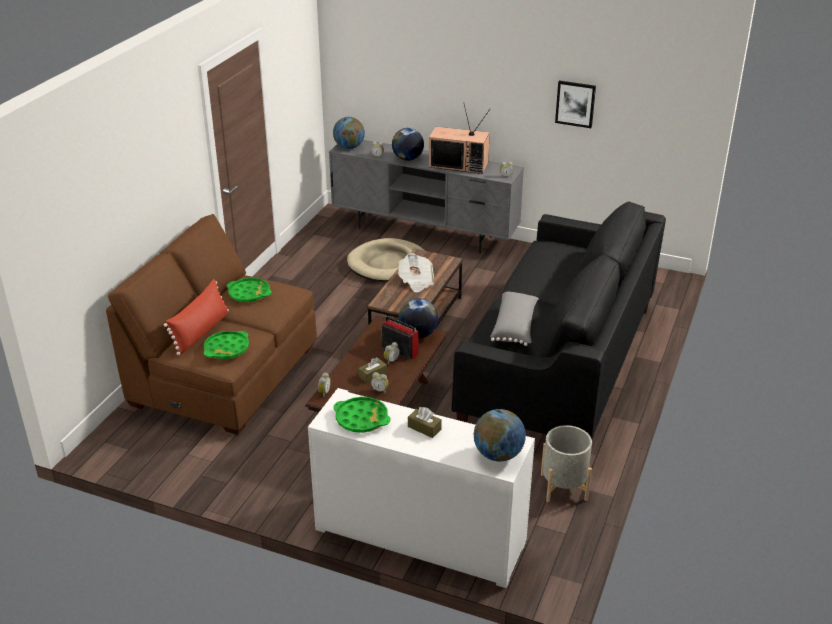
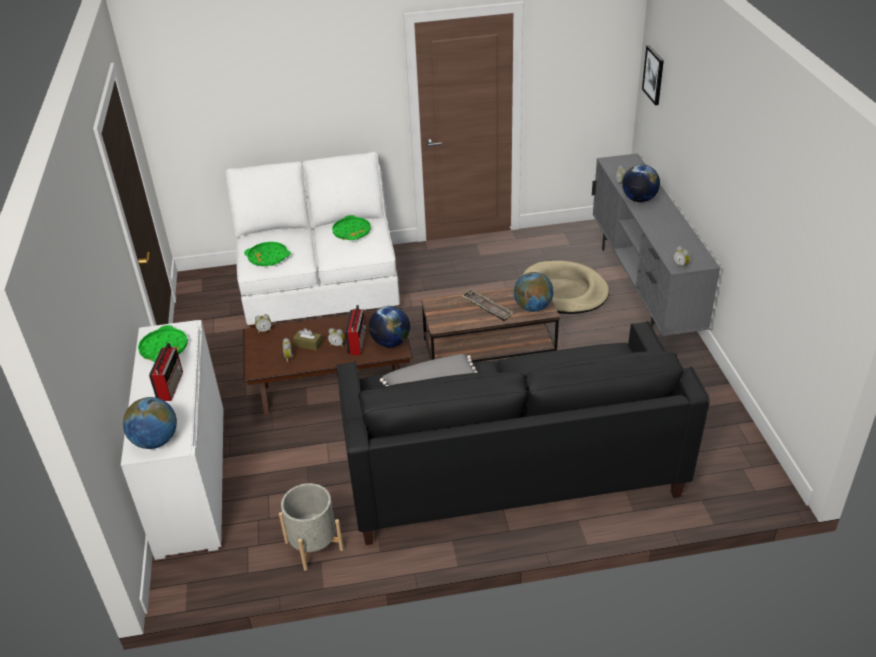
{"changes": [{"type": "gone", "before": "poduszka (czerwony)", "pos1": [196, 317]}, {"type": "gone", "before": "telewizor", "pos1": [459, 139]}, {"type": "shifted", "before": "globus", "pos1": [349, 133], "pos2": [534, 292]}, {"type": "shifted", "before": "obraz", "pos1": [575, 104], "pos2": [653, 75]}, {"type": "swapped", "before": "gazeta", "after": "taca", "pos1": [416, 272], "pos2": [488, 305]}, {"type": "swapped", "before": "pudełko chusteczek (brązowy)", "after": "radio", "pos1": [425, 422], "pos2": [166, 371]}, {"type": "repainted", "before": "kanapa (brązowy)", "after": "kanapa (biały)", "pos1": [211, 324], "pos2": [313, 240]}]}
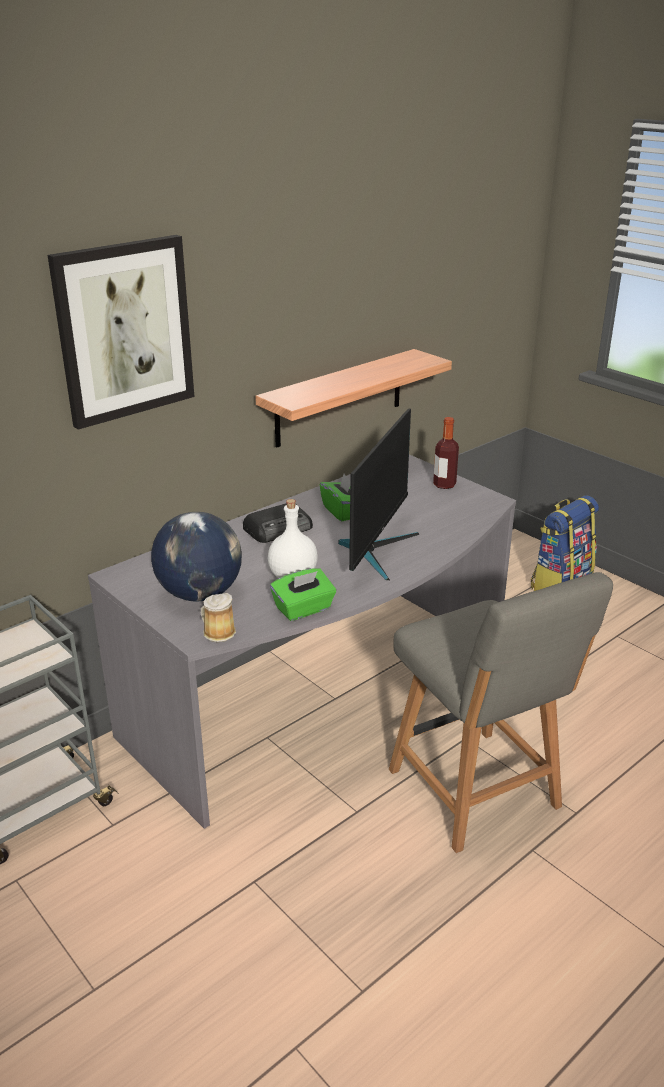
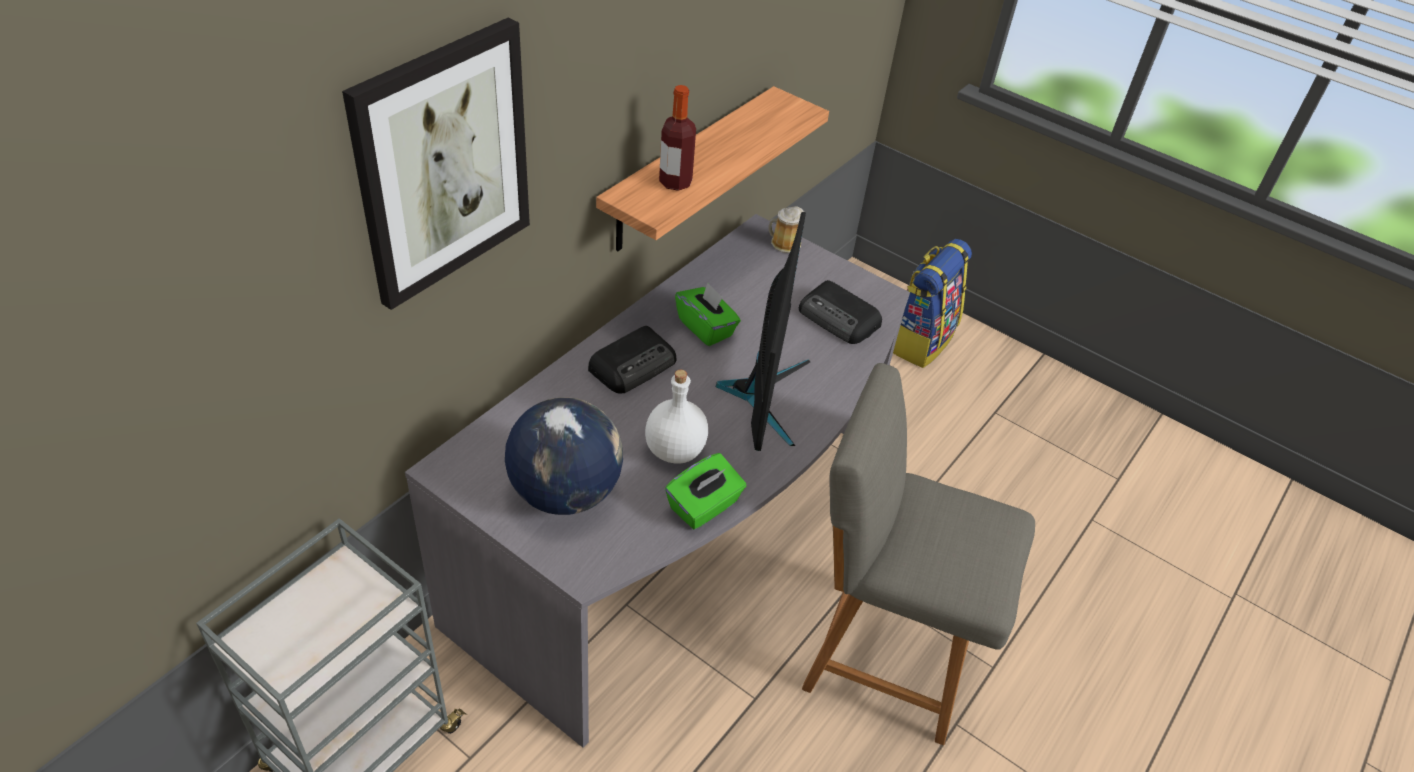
{"changes": [{"type": "new", "after": "radio", "pos2": [840, 312]}, {"type": "shifted", "before": "kubek", "pos1": [218, 617], "pos2": [786, 229]}, {"type": "shifted", "before": "butelka", "pos1": [446, 453], "pos2": [677, 138]}, {"type": "rotated", "before": "krzesło (szary)", "pos1": [501, 712], "pos2": [918, 554], "turn": 150}]}
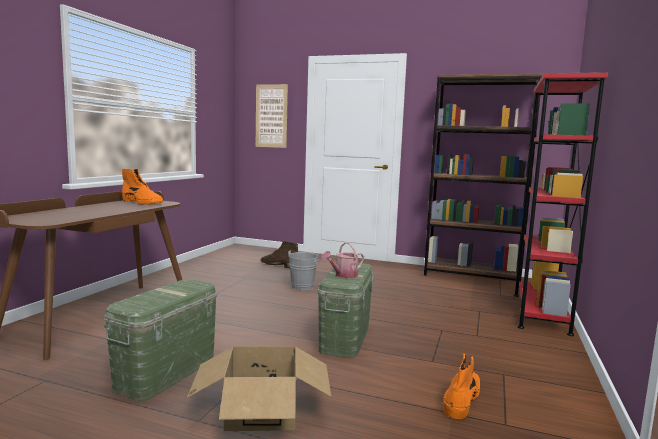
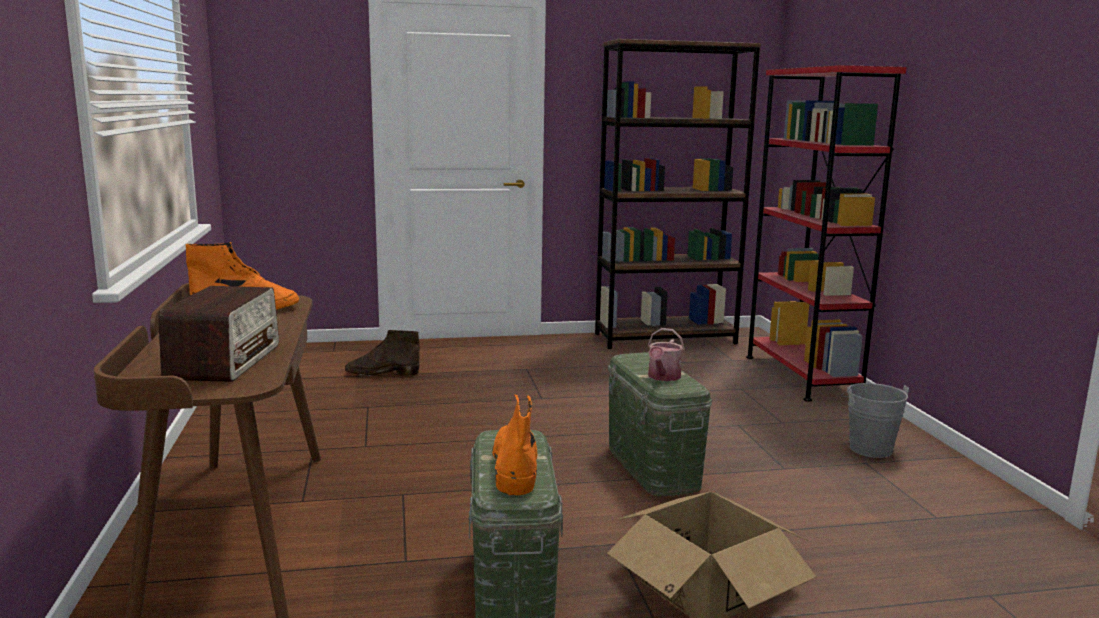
{"changes": [{"type": "gone", "before": "obraz", "pos1": [272, 116]}, {"type": "new", "after": "radio", "pos2": [218, 334]}, {"type": "shifted", "before": "wiadro (szary)", "pos1": [304, 270], "pos2": [875, 420]}, {"type": "shifted", "before": "but z cholewką (pomarańczowy)", "pos1": [461, 386], "pos2": [514, 445]}]}
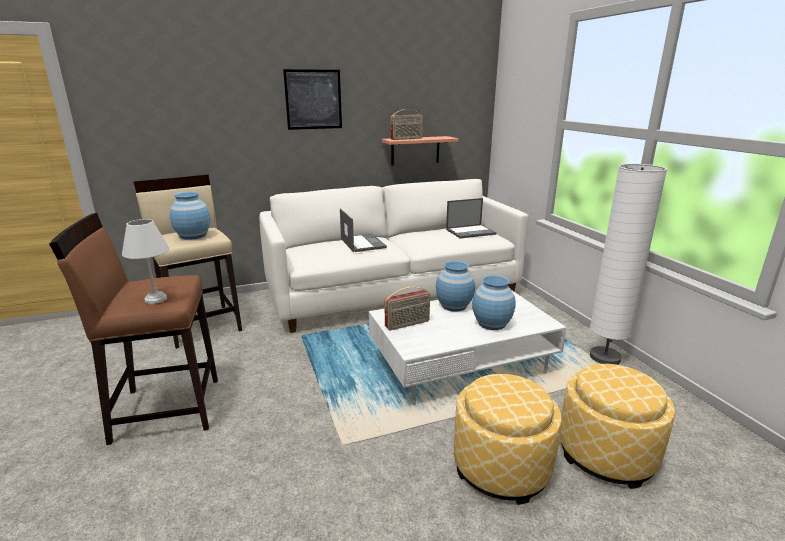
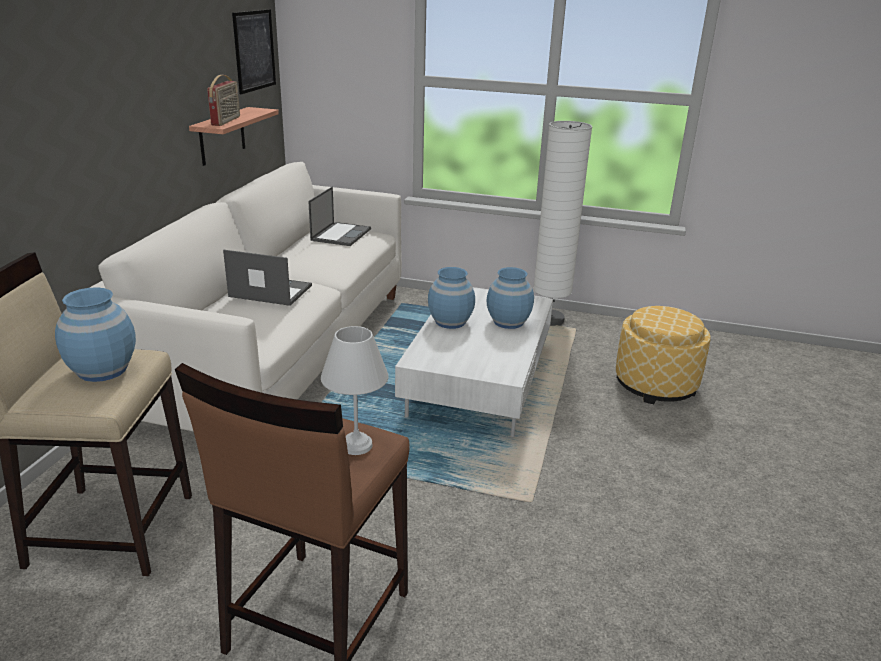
{"changes": [{"type": "gone", "before": "radio", "pos1": [407, 308]}, {"type": "gone", "before": "pufa", "pos1": [508, 439]}, {"type": "shifted", "before": "obraz", "pos1": [312, 99], "pos2": [254, 51]}]}
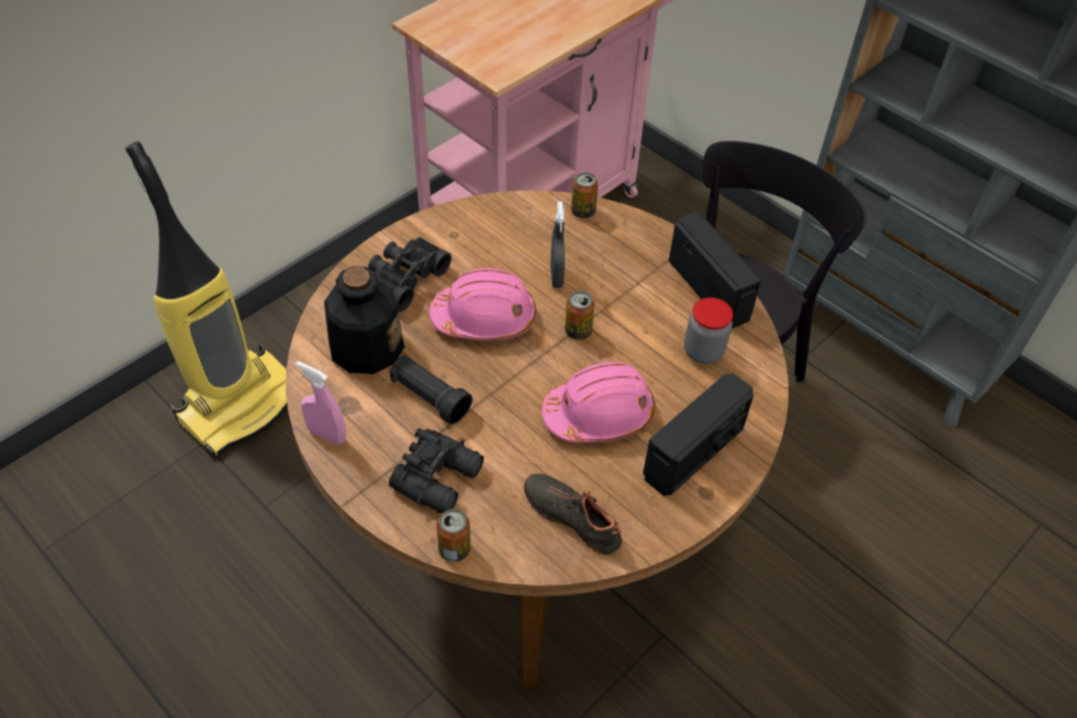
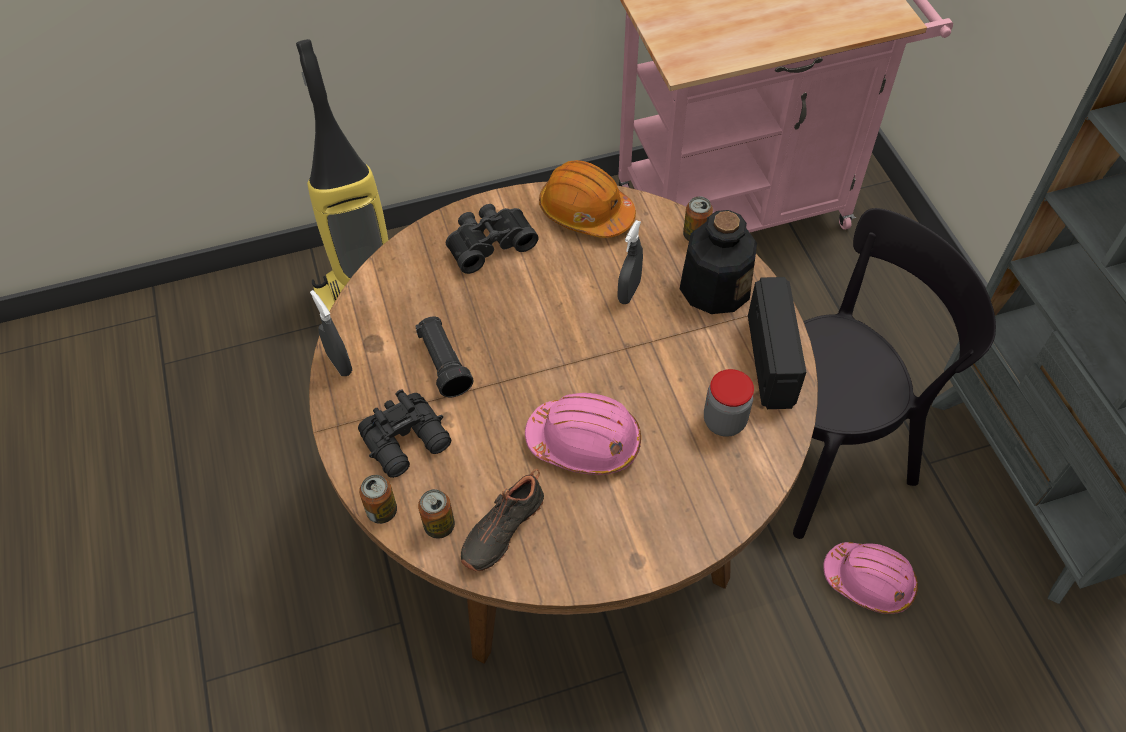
{"changes": [{"type": "gone", "before": "radio", "pos1": [698, 434]}, {"type": "new", "after": "kask (pomarańczowy)", "pos2": [587, 199]}, {"type": "shifted", "before": "butelka", "pos1": [364, 320], "pos2": [718, 262]}, {"type": "shifted", "before": "kask (różowy)", "pos1": [482, 304], "pos2": [870, 578]}, {"type": "shifted", "before": "puszka", "pos1": [580, 315], "pos2": [436, 514]}, {"type": "repainted", "before": "spryskiwacz (różowy)", "after": "spryskiwacz (szary)", "pos1": [321, 403], "pos2": [331, 333]}, {"type": "rotated", "before": "but (czarny)", "pos1": [573, 514], "pos2": [502, 520], "turn": -120}]}
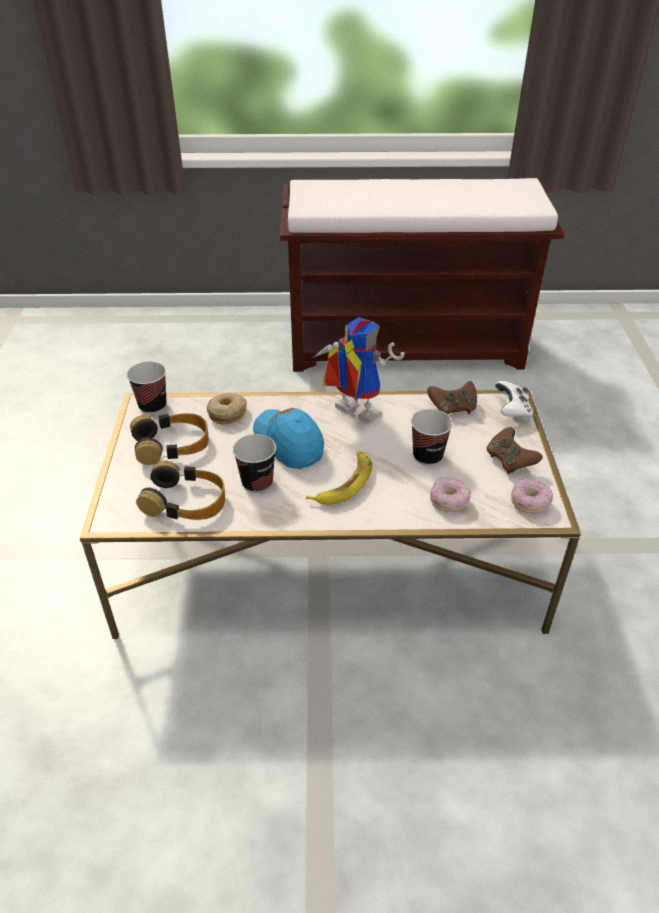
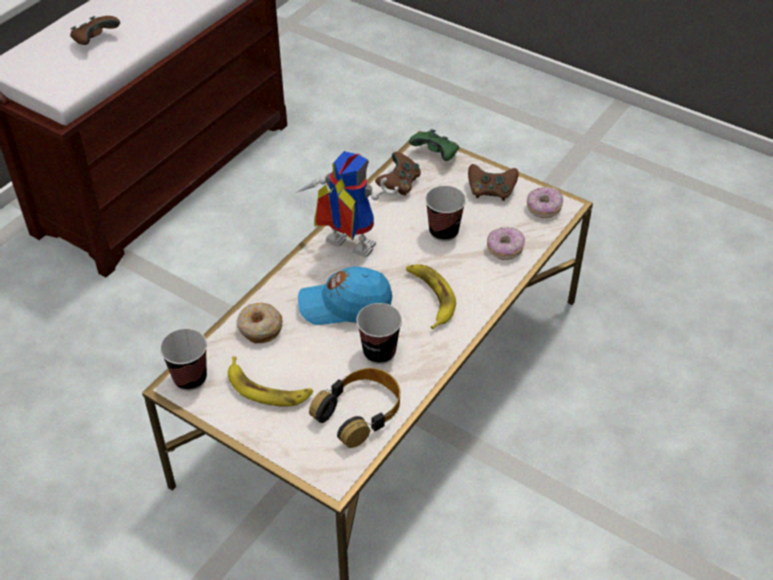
{"changes": [{"type": "new", "after": "pad do gier (brązowy)", "pos2": [95, 30]}, {"type": "swapped", "before": "słuchawki", "after": "banan", "pos1": [169, 439], "pos2": [270, 381]}, {"type": "repainted", "before": "pad do gier (biały)", "after": "pad do gier (zielony)", "pos1": [514, 400], "pos2": [434, 145]}, {"type": "rotated", "before": "robot zabawkowy", "pos1": [358, 370], "pos2": [347, 204], "turn": 45}]}
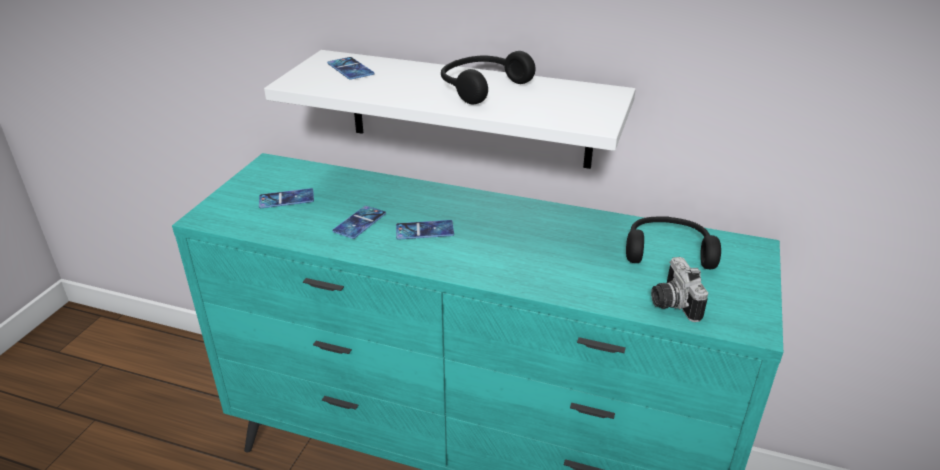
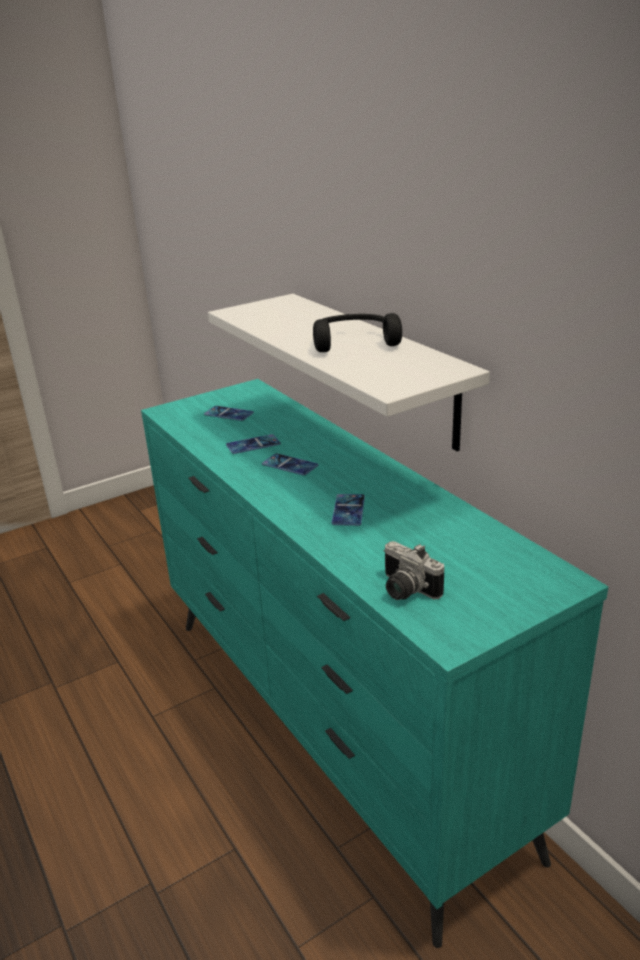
{"changes": [{"type": "gone", "before": "słuchawki (czarny)", "pos1": [673, 243]}, {"type": "shifted", "before": "telefon", "pos1": [351, 68], "pos2": [348, 510]}, {"type": "rotated", "before": "aparat fotograficzny", "pos1": [679, 289], "pos2": [414, 570], "turn": -75}]}
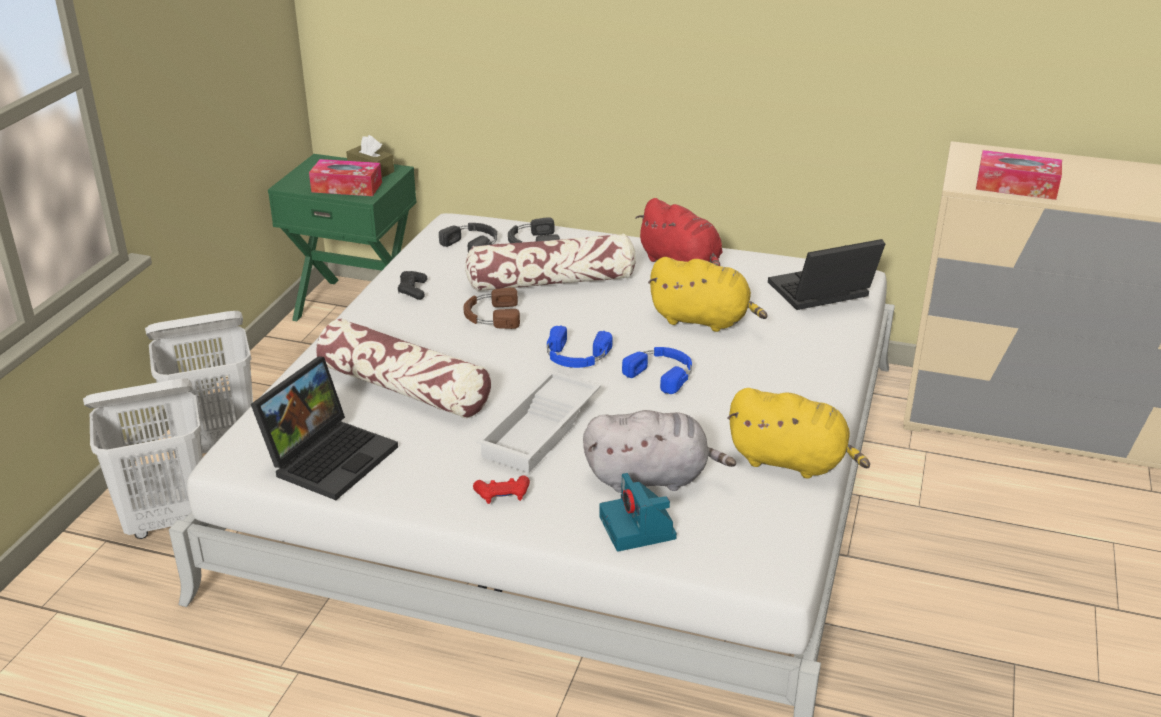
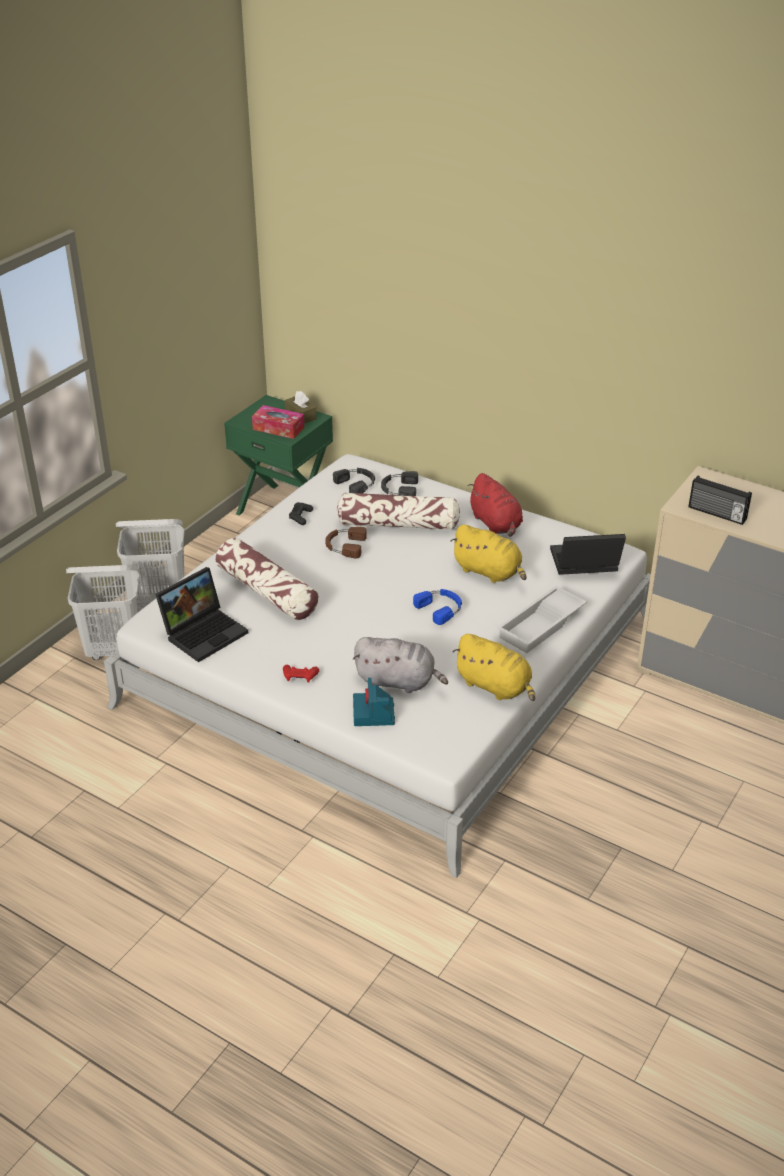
{"changes": [{"type": "gone", "before": "słuchawki (niebieski)", "pos1": [580, 346]}, {"type": "shifted", "before": "taca (biały)", "pos1": [538, 422], "pos2": [542, 619]}, {"type": "swapped", "before": "pudełko chusteczek", "after": "radio", "pos1": [1019, 175], "pos2": [720, 500]}]}
